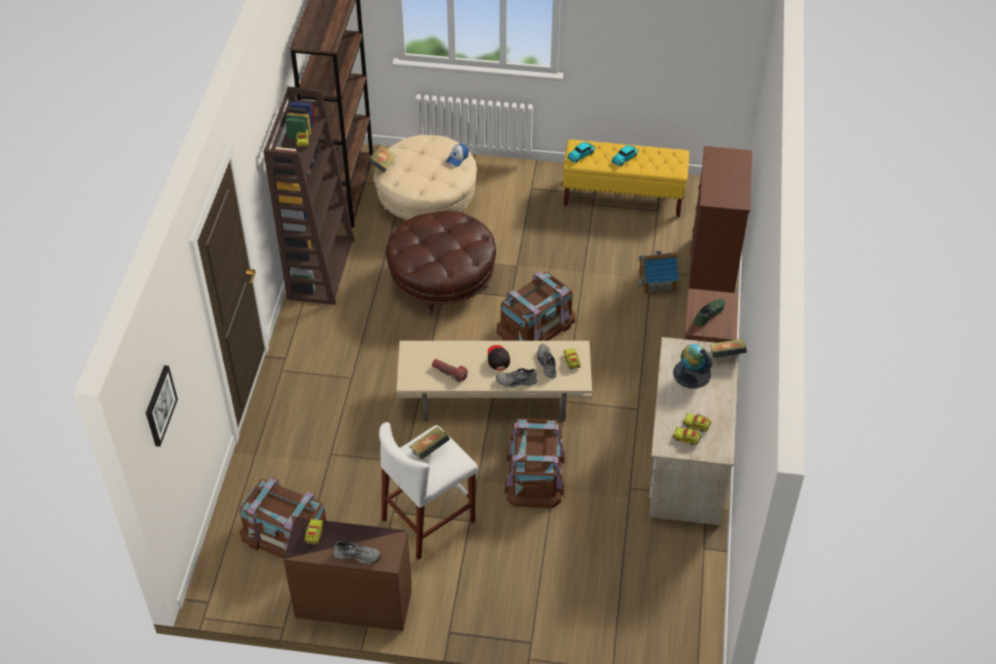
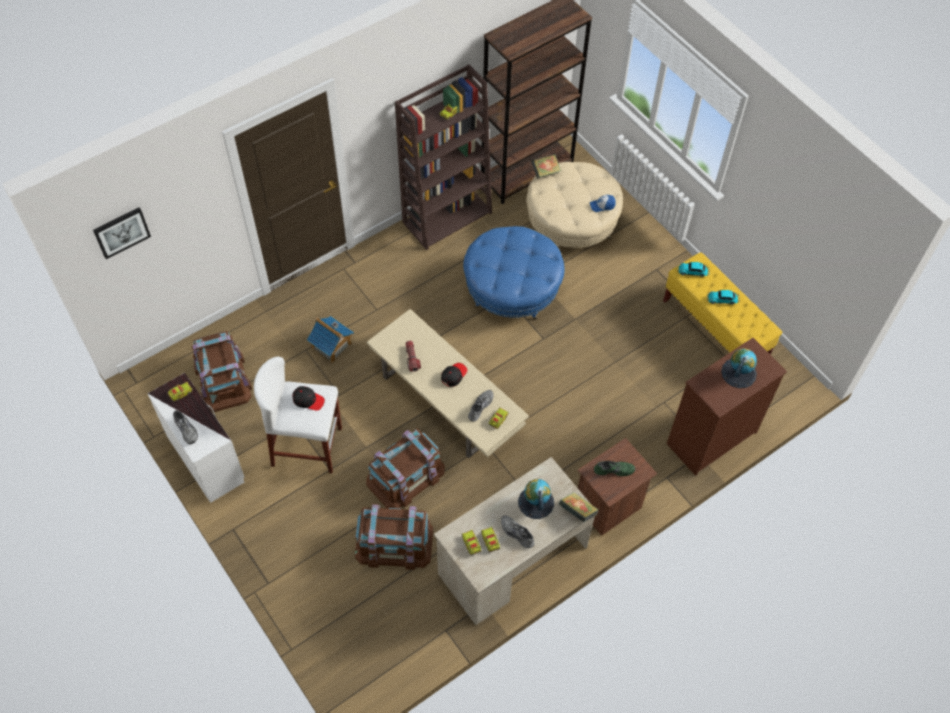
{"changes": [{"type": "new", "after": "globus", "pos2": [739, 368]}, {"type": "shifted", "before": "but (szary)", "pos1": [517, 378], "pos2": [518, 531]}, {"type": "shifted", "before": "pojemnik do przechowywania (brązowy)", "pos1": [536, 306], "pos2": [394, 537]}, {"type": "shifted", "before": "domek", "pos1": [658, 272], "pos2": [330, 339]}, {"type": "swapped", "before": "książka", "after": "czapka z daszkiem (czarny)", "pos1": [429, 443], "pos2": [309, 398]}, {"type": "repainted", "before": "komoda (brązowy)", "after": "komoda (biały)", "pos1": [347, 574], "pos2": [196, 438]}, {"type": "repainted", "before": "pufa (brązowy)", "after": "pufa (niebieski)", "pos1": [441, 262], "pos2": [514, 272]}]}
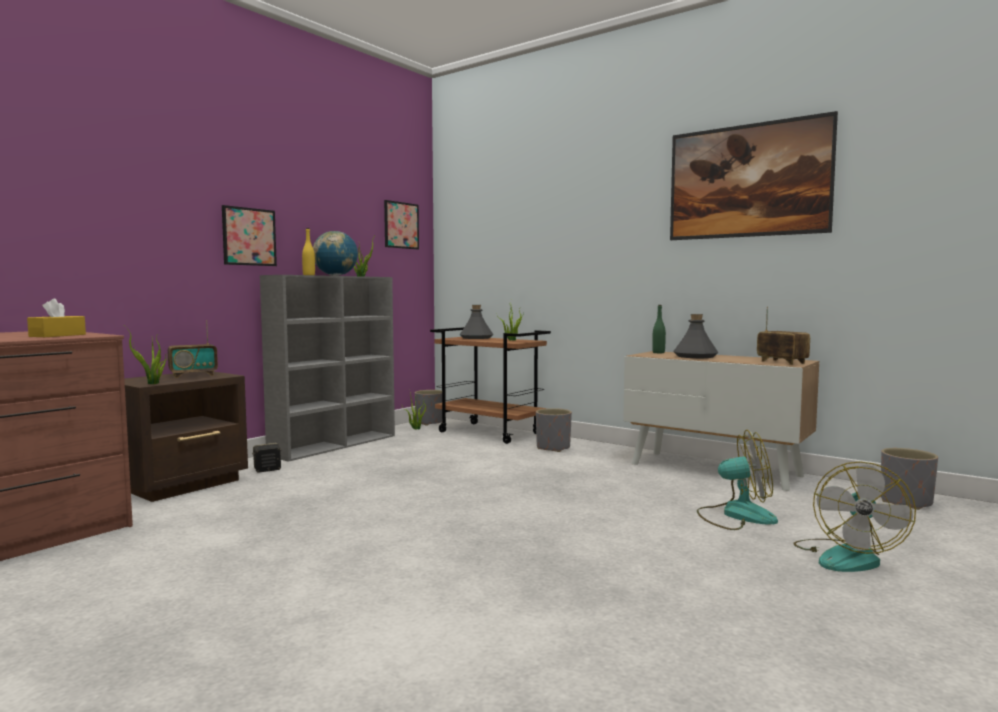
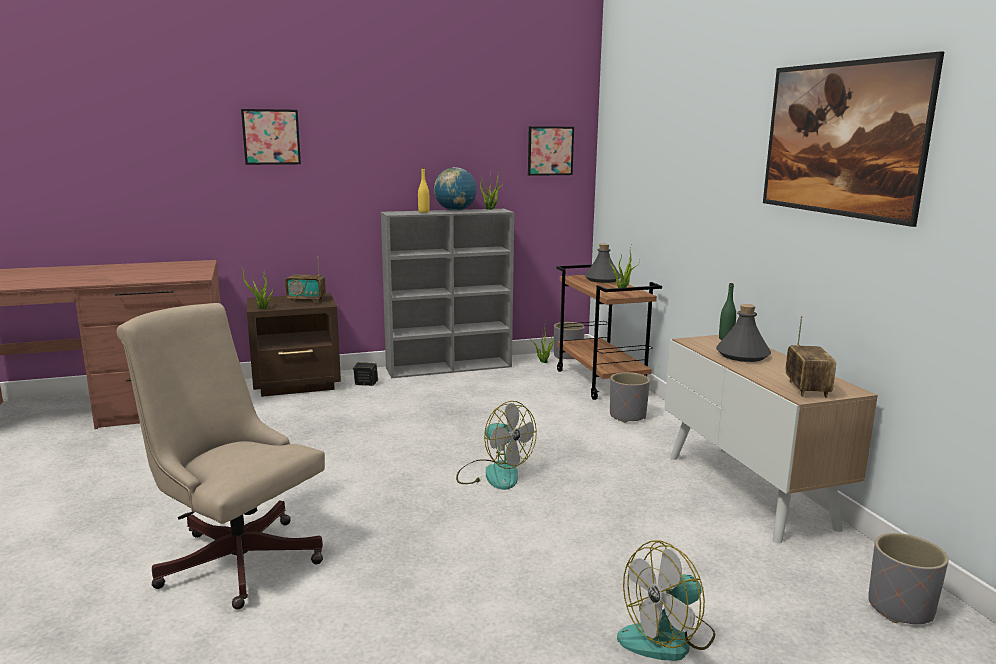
{"changes": [{"type": "gone", "before": "pudełko chusteczek (żółty)", "pos1": [56, 317]}, {"type": "new", "after": "krzesło biurowe (beżowy)", "pos2": [221, 456]}, {"type": "shifted", "before": "obraz", "pos1": [249, 235], "pos2": [271, 137]}, {"type": "shifted", "before": "wentylator", "pos1": [737, 480], "pos2": [496, 445]}]}
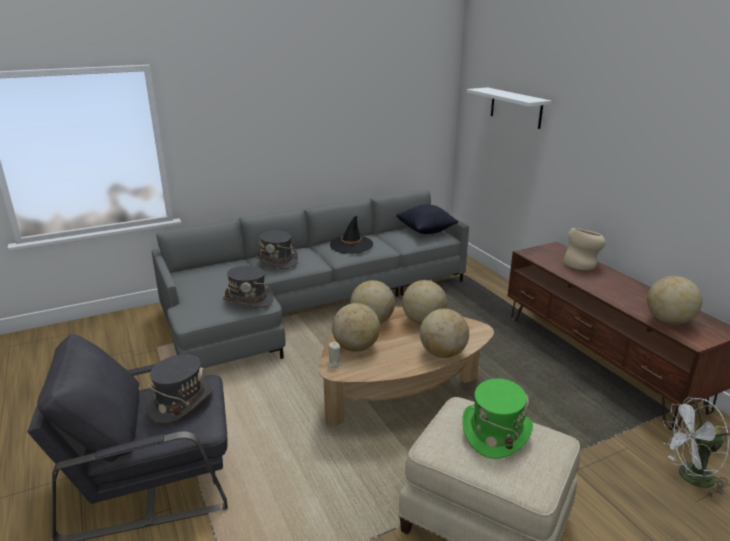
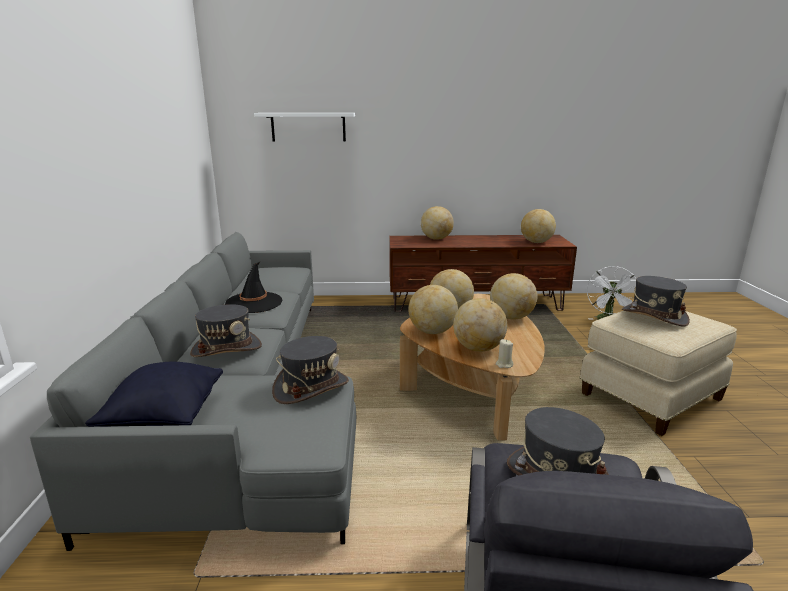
{"changes": [{"type": "shifted", "before": "poduszka (czarny)", "pos1": [427, 219], "pos2": [154, 394]}, {"type": "swapped", "before": "wazon (beżowy)", "after": "globus", "pos1": [585, 249], "pos2": [437, 223]}, {"type": "repainted", "before": "kapelusz (zielony)", "after": "kapelusz (szary)", "pos1": [497, 419], "pos2": [656, 301]}]}
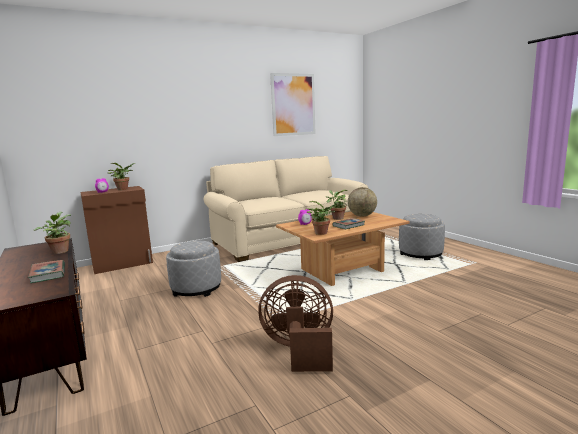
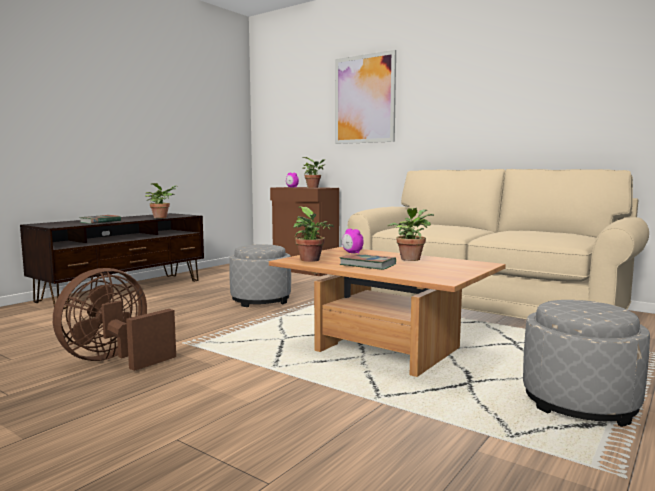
{"changes": [{"type": "gone", "before": "globus", "pos1": [362, 202]}, {"type": "shifted", "before": "obraz", "pos1": [292, 104], "pos2": [365, 97]}, {"type": "rotated", "before": "wentylator (brązowy)", "pos1": [295, 323], "pos2": [114, 319], "turn": -120}]}
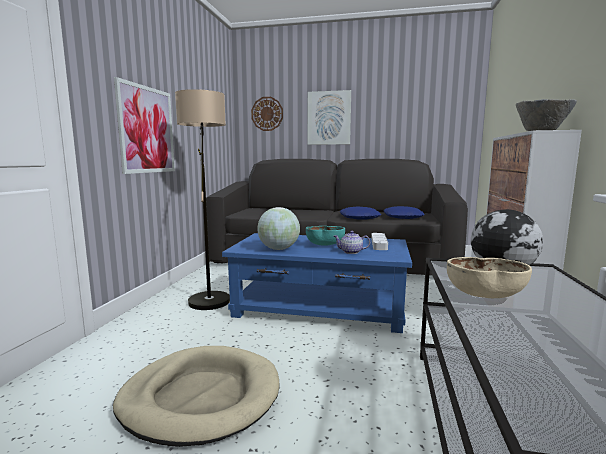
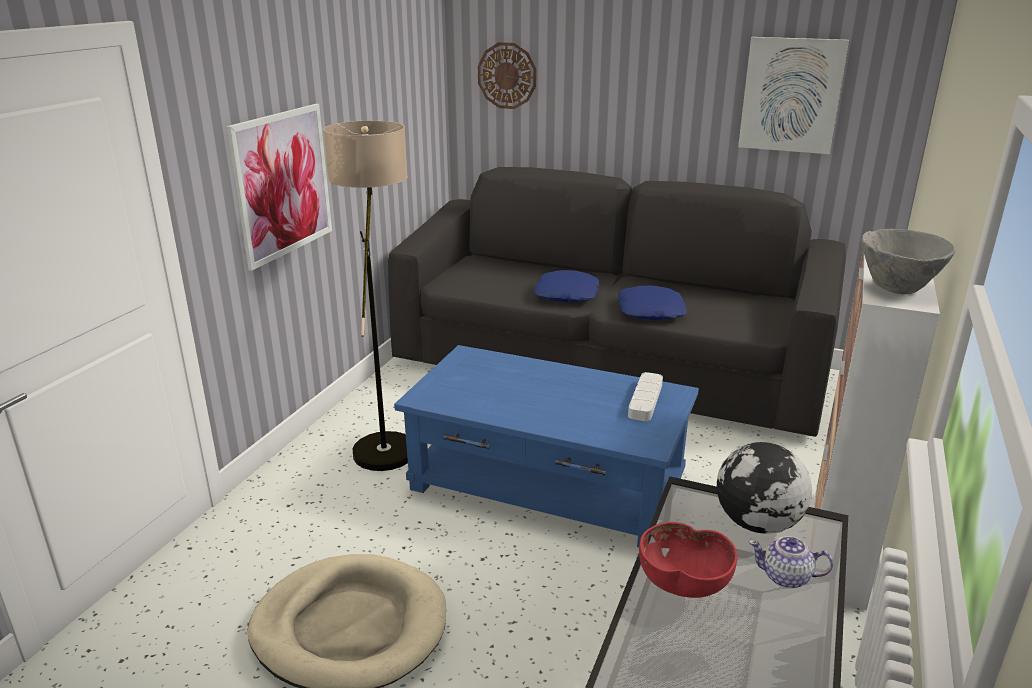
{"changes": [{"type": "gone", "before": "globus", "pos1": [278, 228]}, {"type": "gone", "before": "miska (turkusowy)", "pos1": [325, 236]}, {"type": "shifted", "before": "obraz", "pos1": [329, 117], "pos2": [793, 95]}, {"type": "shifted", "before": "imbryk", "pos1": [352, 242], "pos2": [791, 562]}, {"type": "shifted", "before": "poduszka (niebieski)", "pos1": [404, 212], "pos2": [566, 286]}, {"type": "repainted", "before": "miska (beżowy)", "after": "miska (czerwony)", "pos1": [489, 277], "pos2": [688, 560]}]}
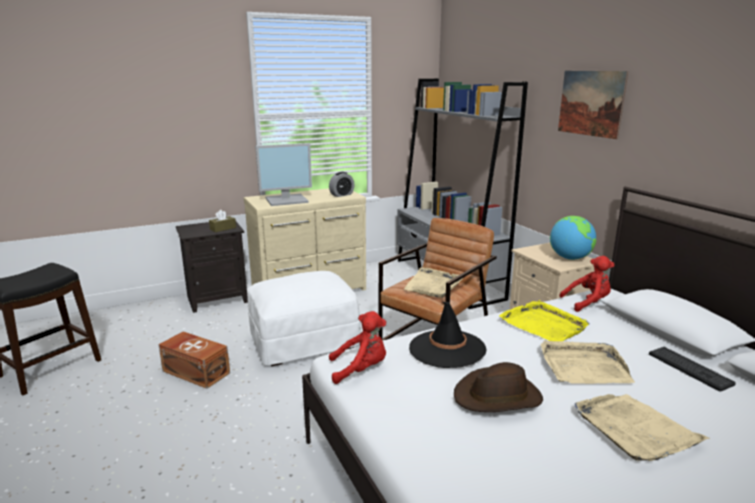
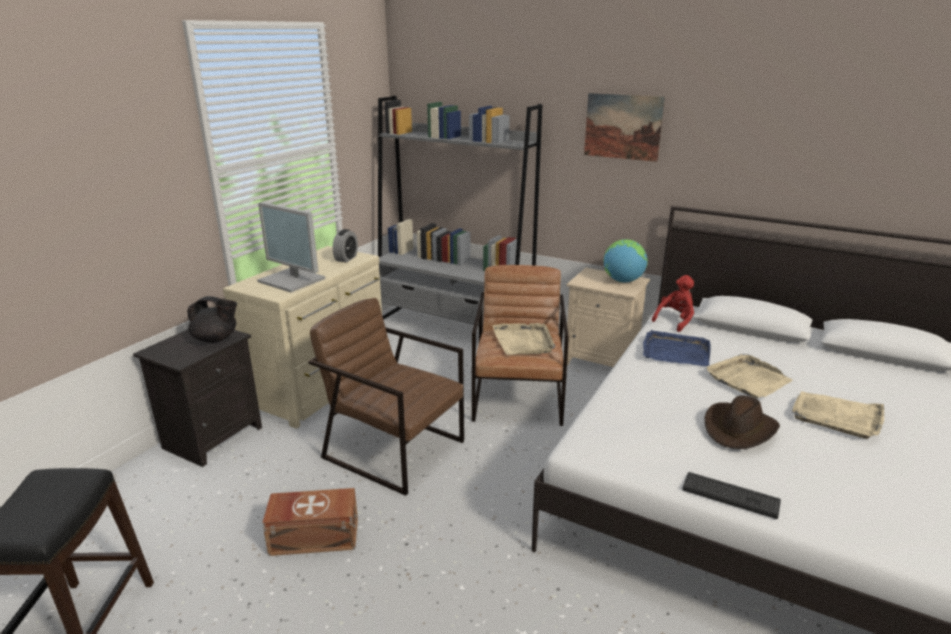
{"changes": [{"type": "gone", "before": "pluszak (czerwony)", "pos1": [357, 347]}, {"type": "gone", "before": "kapelusz (czarny)", "pos1": [447, 335]}, {"type": "shifted", "before": "klawiatura", "pos1": [692, 369], "pos2": [732, 495]}, {"type": "swapped", "before": "pudełko chusteczek (brązowy)", "after": "imbryk (czarny)", "pos1": [222, 221], "pos2": [212, 319]}, {"type": "swapped", "before": "pufa (biały)", "after": "fotel (brązowy)", "pos1": [304, 318], "pos2": [386, 397]}, {"type": "repainted", "before": "taca (żółty)", "after": "taca (niebieski)", "pos1": [544, 320], "pos2": [677, 348]}, {"type": "rotated", "before": "monitor", "pos1": [283, 174], "pos2": [291, 247], "turn": 90}]}
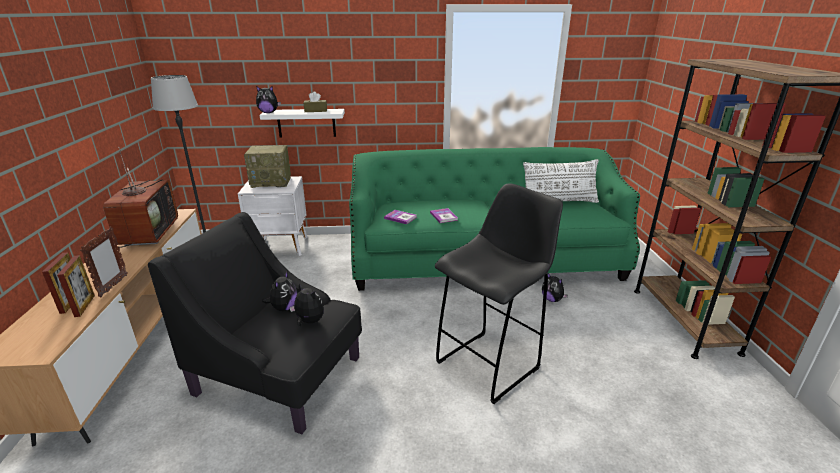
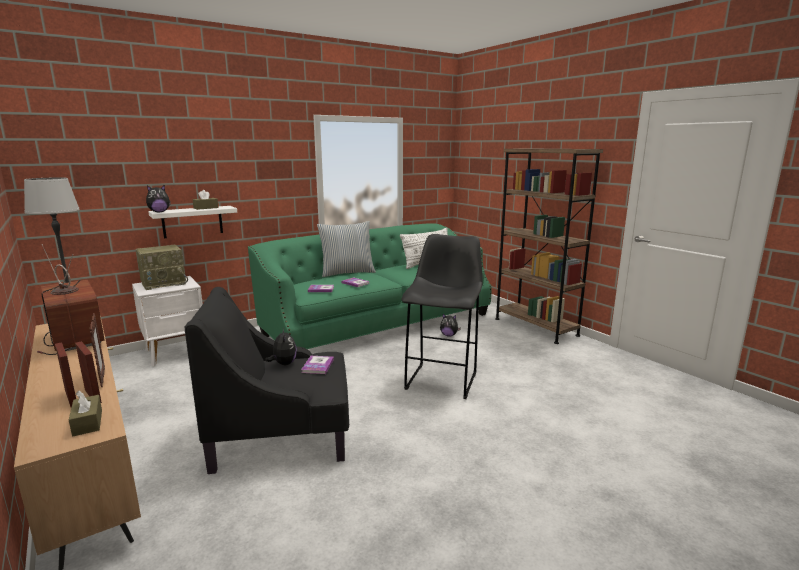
{"changes": [{"type": "new", "after": "pudełko chusteczek (brązowy)", "pos2": [85, 413]}, {"type": "new", "after": "poduszka", "pos2": [346, 249]}, {"type": "swapped", "before": "pluszak", "after": "książka", "pos1": [307, 305], "pos2": [317, 365]}]}
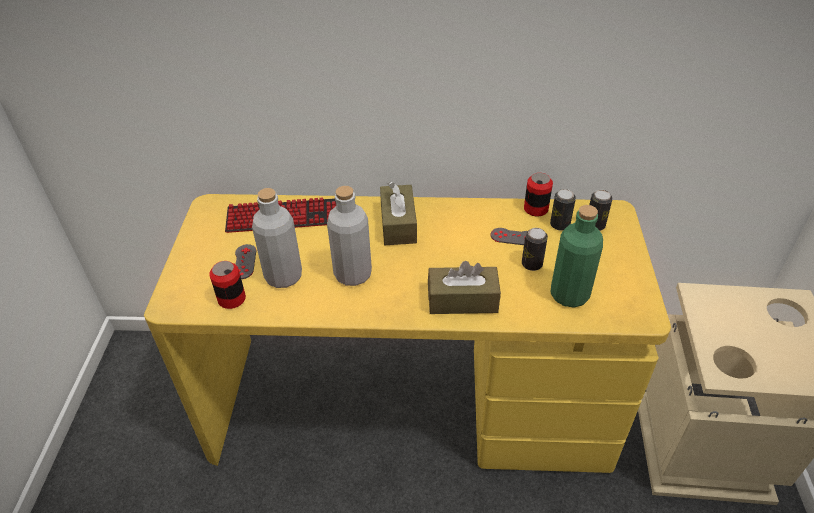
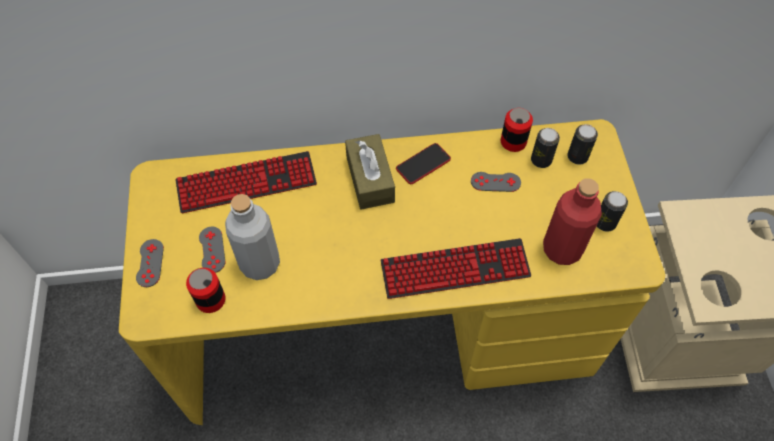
{"changes": [{"type": "gone", "before": "butelka (szary)", "pos1": [349, 236]}, {"type": "new", "after": "pad do gier (szary)", "pos2": [150, 263]}, {"type": "new", "after": "telefon", "pos2": [423, 163]}, {"type": "shifted", "before": "puszka", "pos1": [535, 249], "pos2": [612, 211]}, {"type": "swapped", "before": "pudełko chusteczek (brązowy)", "after": "klawiatura", "pos1": [464, 287], "pos2": [456, 268]}, {"type": "repainted", "before": "butelka (zielony)", "after": "butelka (czerwony)", "pos1": [577, 256], "pos2": [572, 221]}]}
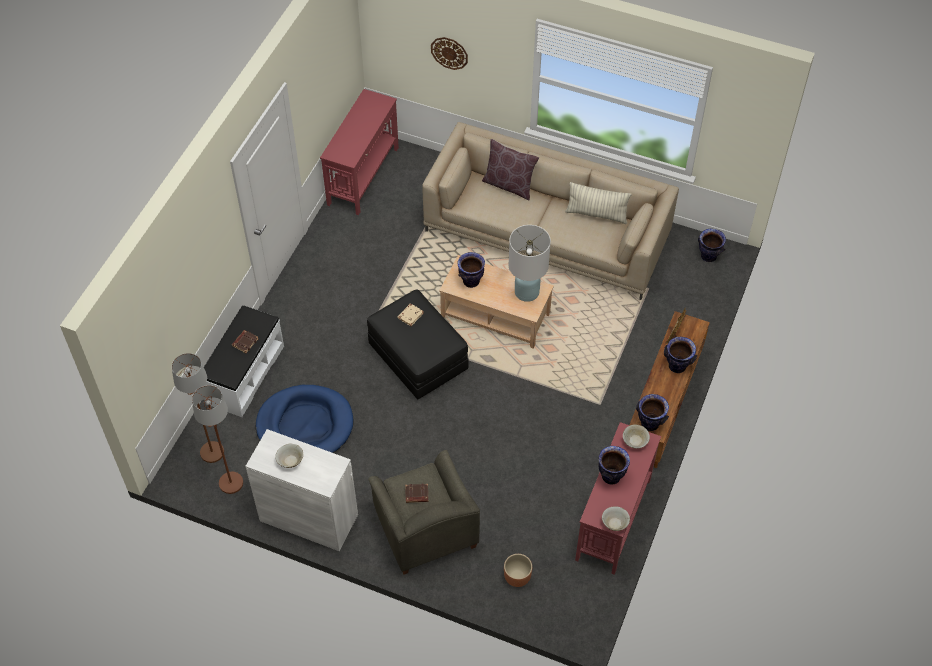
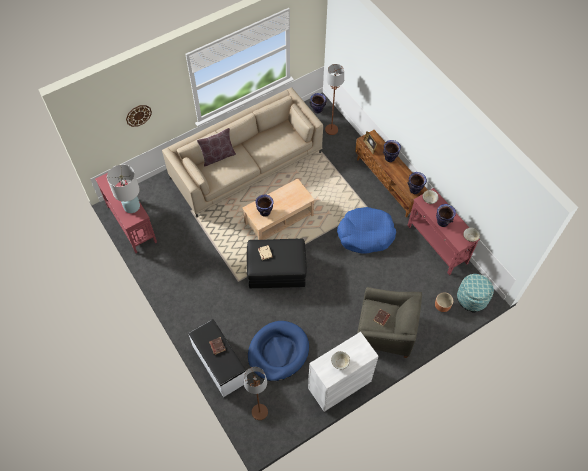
{"changes": [{"type": "gone", "before": "poduszka", "pos1": [598, 203]}, {"type": "new", "after": "legowisko (niebieski)", "pos2": [366, 230]}, {"type": "new", "after": "pufa", "pos2": [475, 293]}, {"type": "shifted", "before": "lampa stojąca (brązowy)", "pos1": [217, 439], "pos2": [334, 99]}, {"type": "shifted", "before": "lampa stołowa (biały)", "pos1": [529, 263], "pos2": [123, 188]}]}
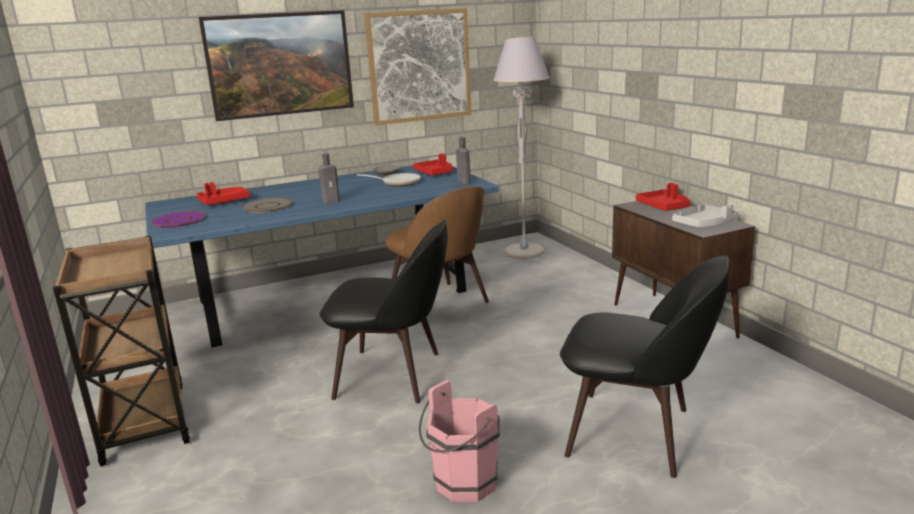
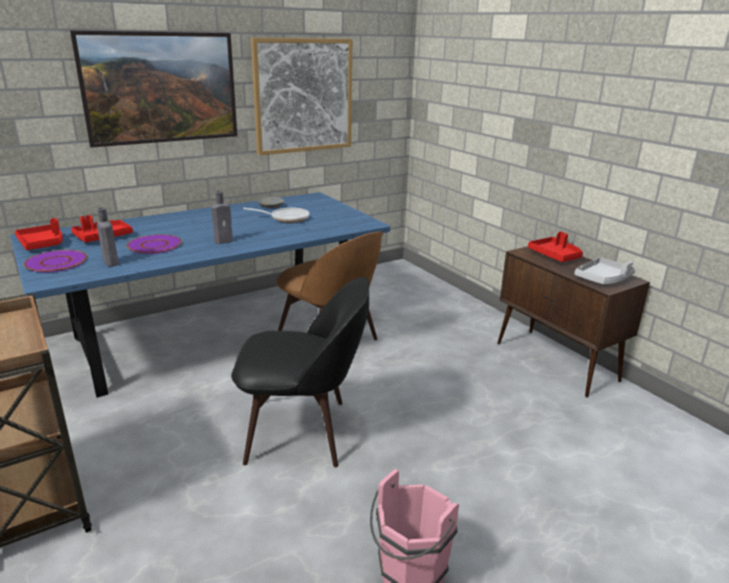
{"changes": [{"type": "gone", "before": "lampa stojąca (szary)", "pos1": [521, 147]}, {"type": "gone", "before": "krzesło (czarny)", "pos1": [645, 366]}, {"type": "shifted", "before": "taca (czerwony)", "pos1": [433, 164], "pos2": [39, 234]}, {"type": "shifted", "before": "butelka (szary)", "pos1": [463, 160], "pos2": [108, 237]}, {"type": "repainted", "before": "talerz (szary)", "after": "talerz (fioletowy)", "pos1": [267, 205], "pos2": [154, 244]}]}
